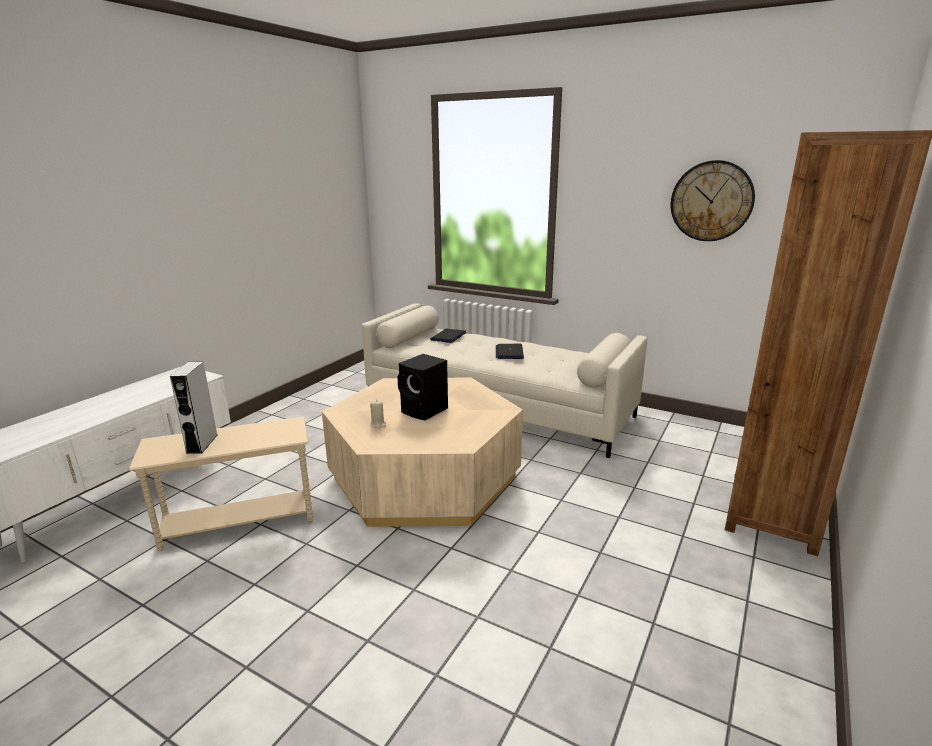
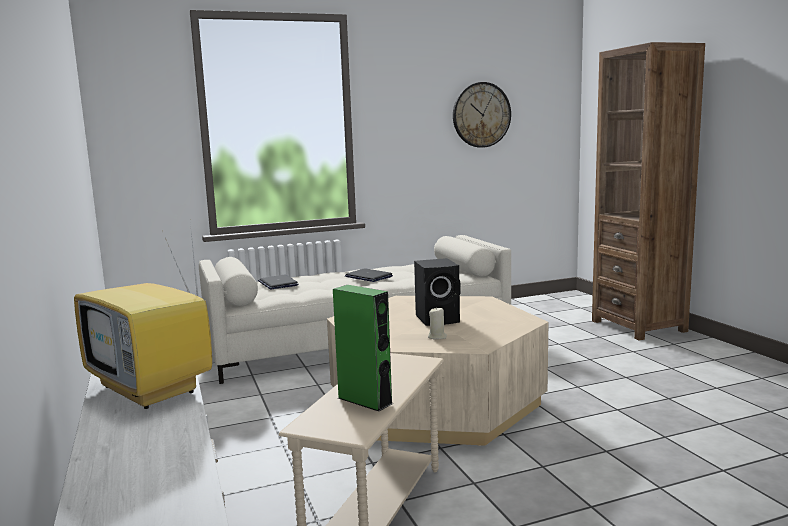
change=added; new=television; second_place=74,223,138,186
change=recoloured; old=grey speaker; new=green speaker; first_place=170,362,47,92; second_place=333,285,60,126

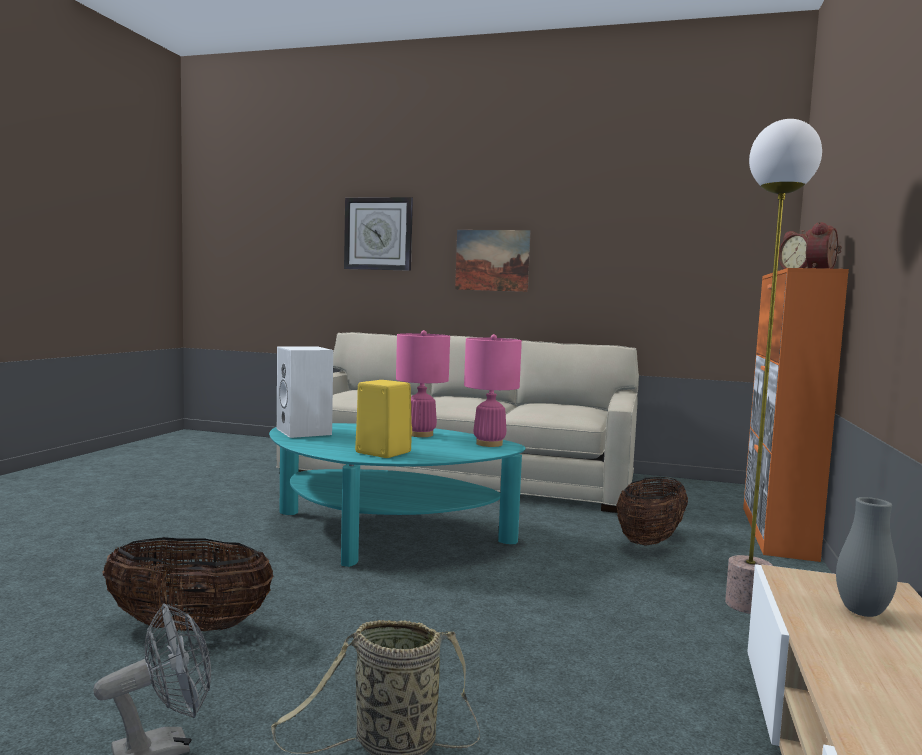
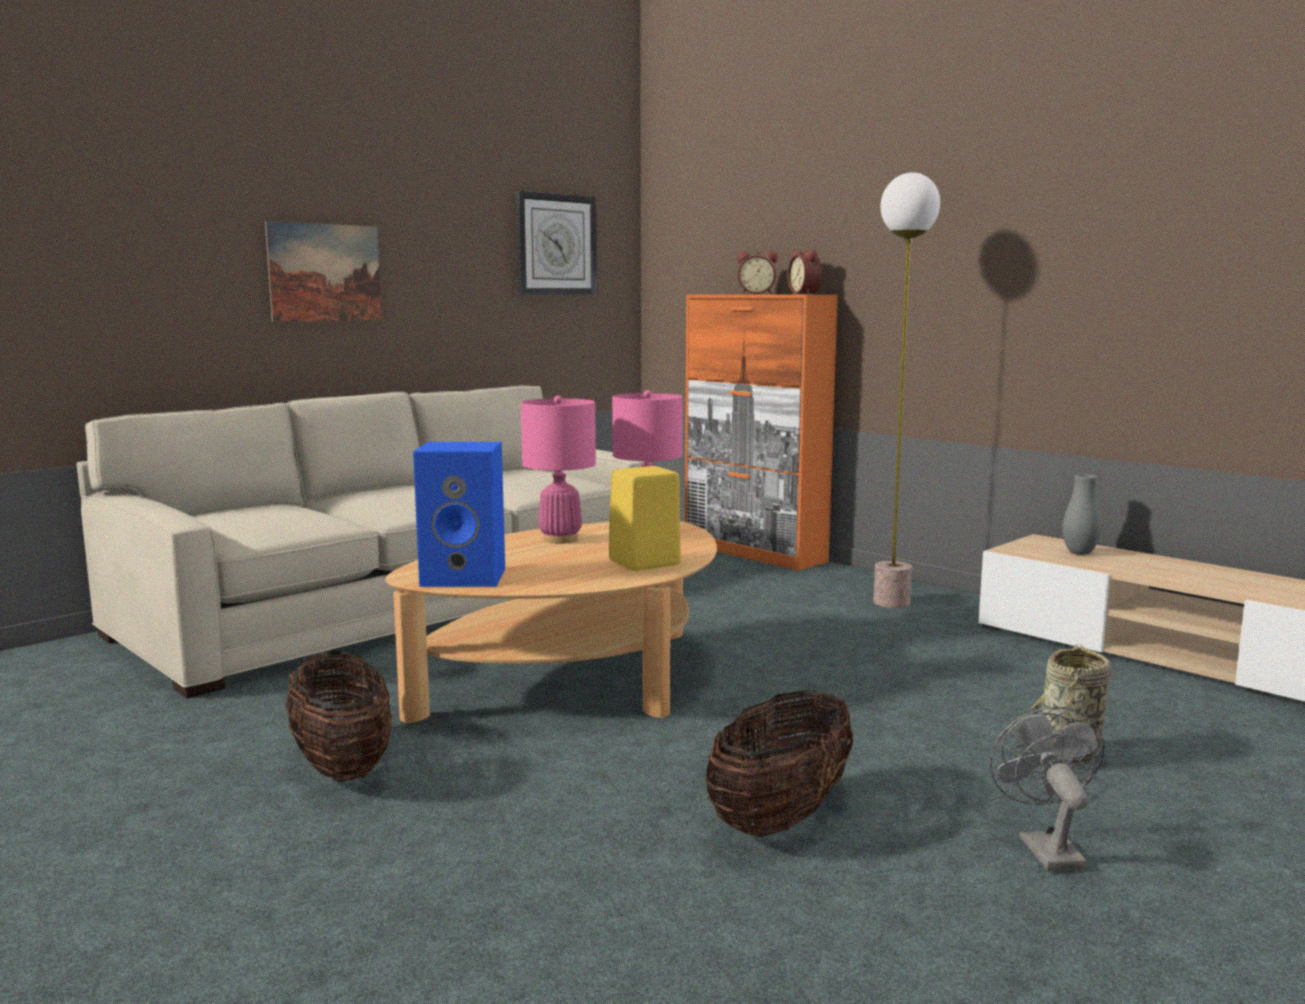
change=moved; old=wall clock; first_place=344,197,69,74; second_place=515,191,82,104
change=moved; old=basket; first_place=616,477,72,69; second_place=286,651,106,131
change=recoloured; old=turquoise coffee table; new=beige coffee table; first_place=269,423,257,144; second_place=385,521,332,202
change=recoloured; old=white speaker; new=blue speaker; first_place=277,347,56,91; second_place=413,442,92,145

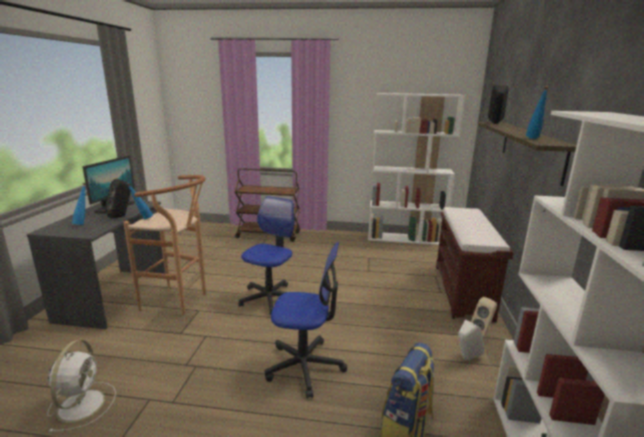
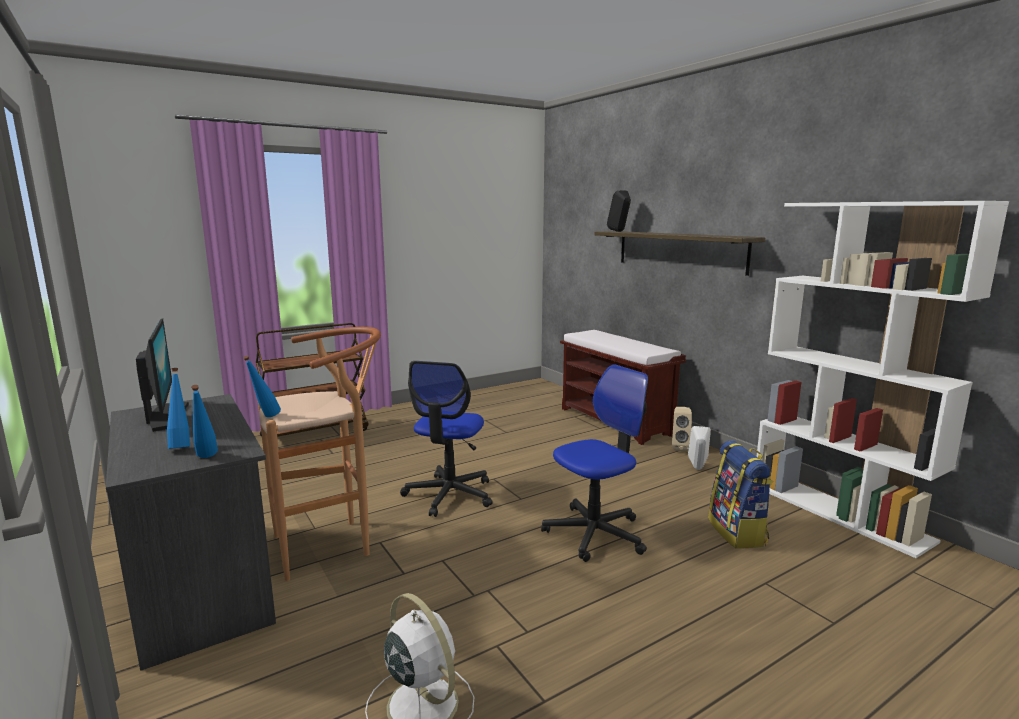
change=removed; old=black speaker; first_place=105,179,27,39
change=removed; old=white bookcase; first_place=368,93,97,152
change=moved; old=blue bottle; first_place=526,86,23,53; second_place=191,385,27,73
change=turned; old=office chair; first_place=238,196,57,119; second_place=400,361,92,156; degrees=-150

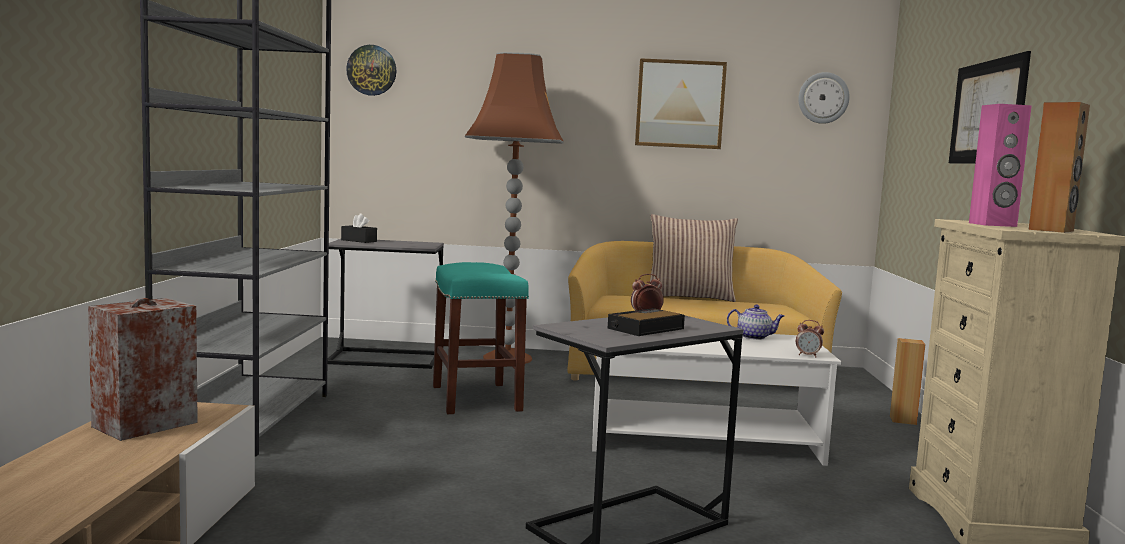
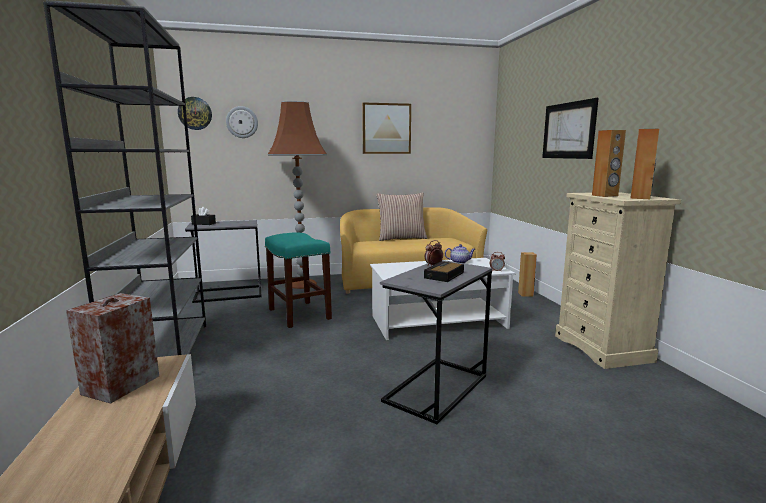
change=moved; old=wall clock; first_place=798,72,52,52; second_place=226,106,32,32
change=recoloured; old=pink speaker; new=brown speaker; first_place=969,104,63,123; second_place=592,130,34,67

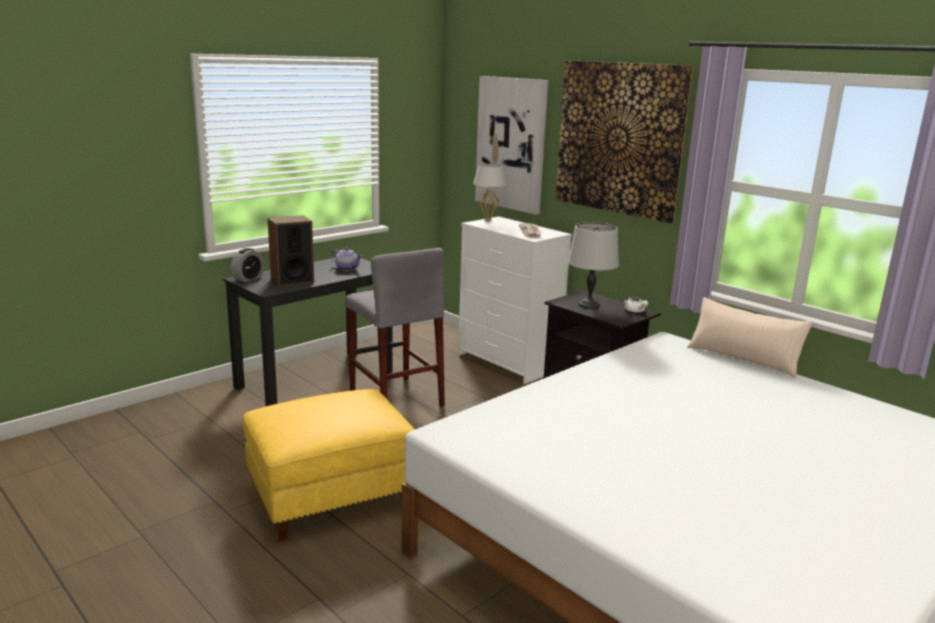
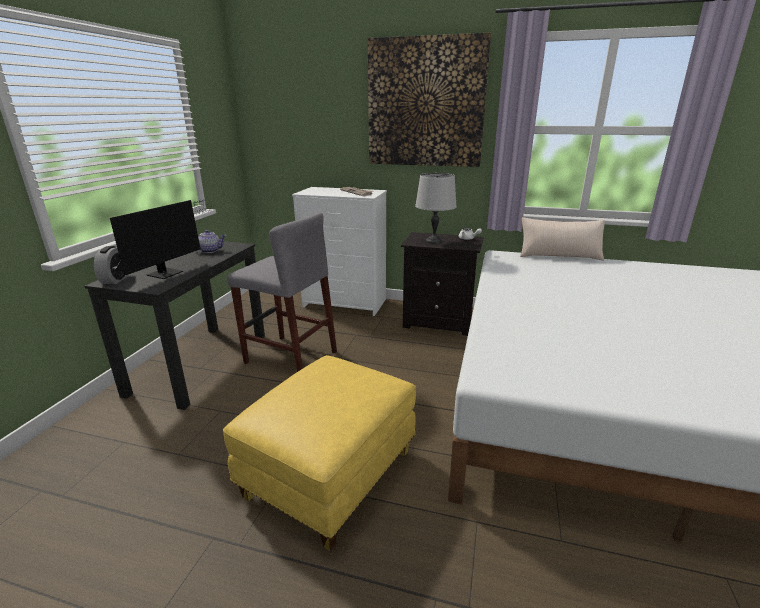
change=removed; old=white table lamp; first_place=473,164,33,58
change=removed; old=picture; first_place=475,76,73,139
change=replaced; old=speaker; new=monitor; first_place=268,215,46,72; second_place=110,200,102,79

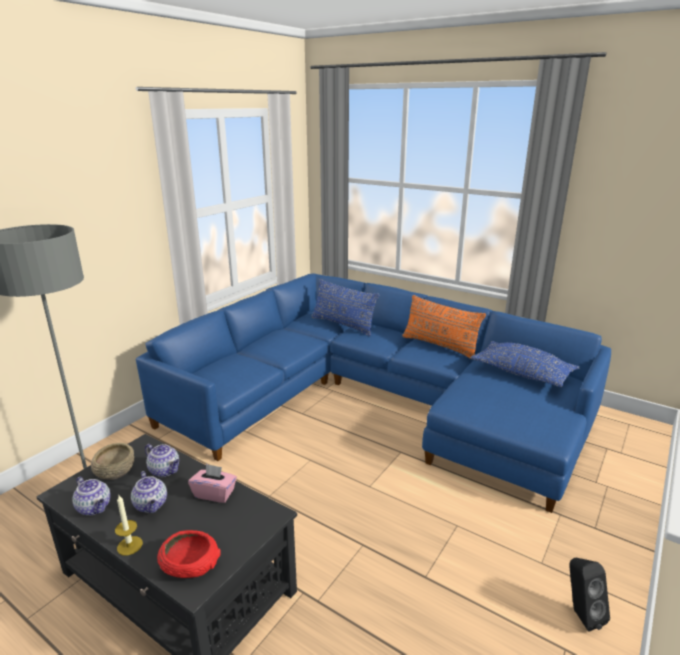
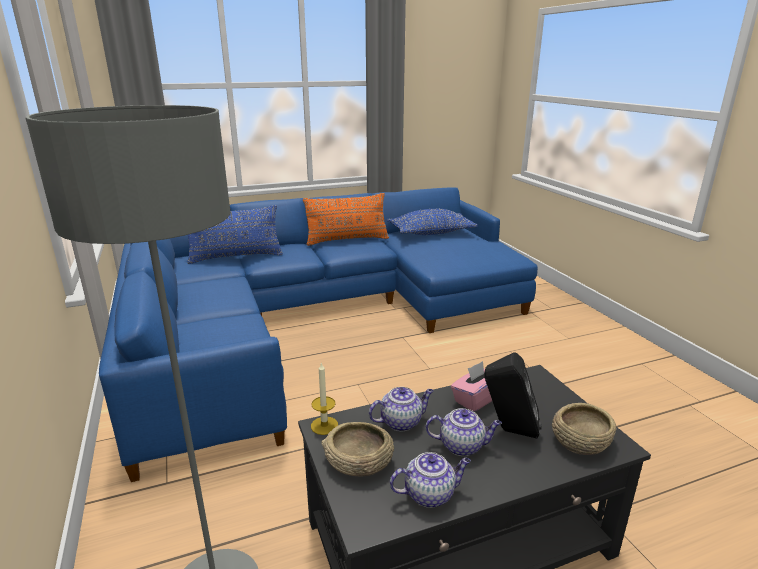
change=moved; old=candle; first_place=115,495,28,61; second_place=311,363,27,72
change=moved; old=black speaker; first_place=569,558,41,74; second_place=484,352,58,87
change=recoloured; old=red bowl; new=beige bowl; first_place=157,530,64,48; second_place=552,403,64,52

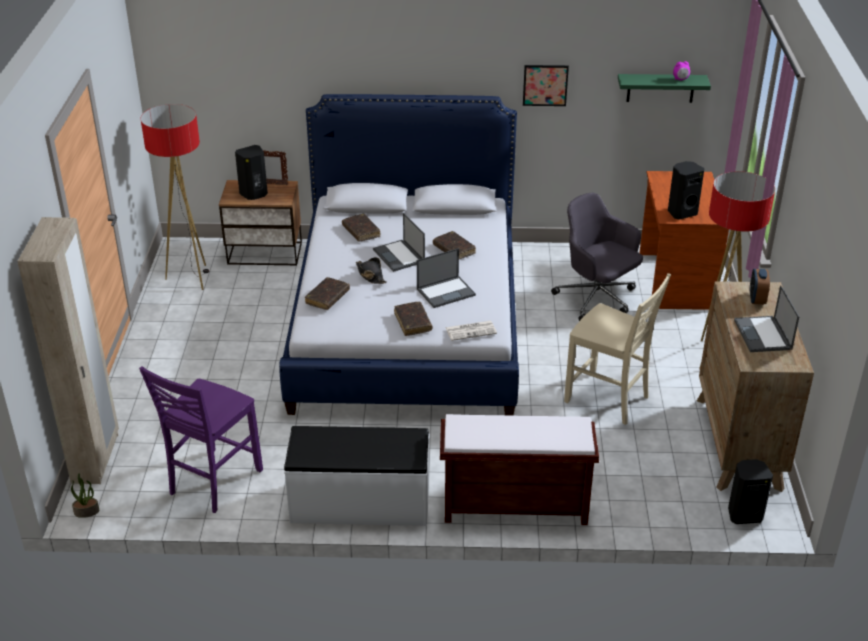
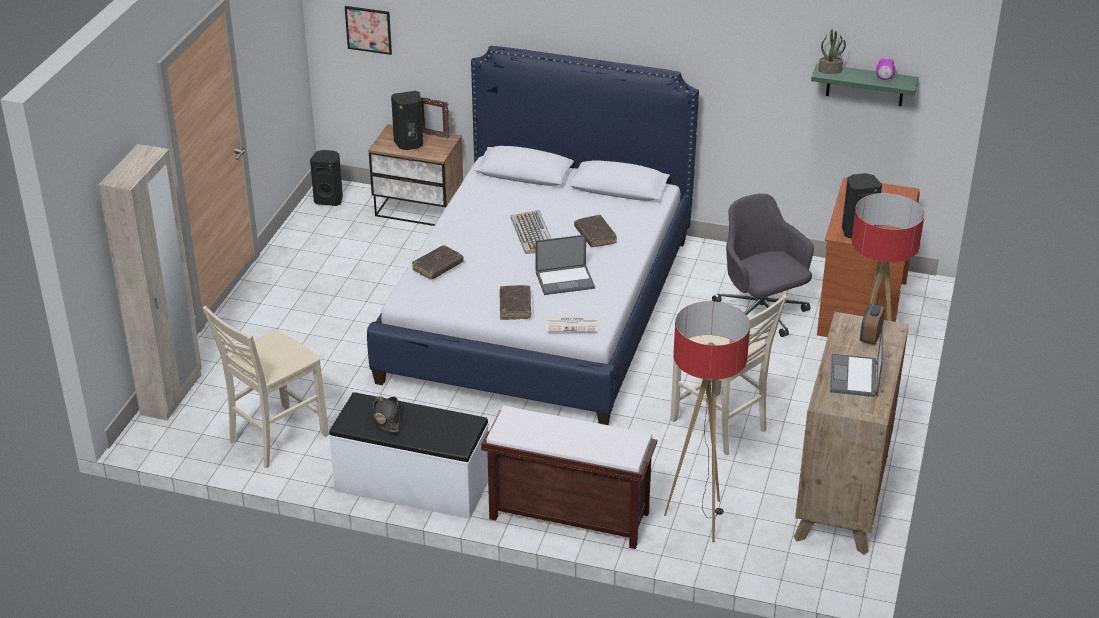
change=removed; old=brown book; first_place=342,213,39,28
change=moved; old=potted plant; first_place=71,473,28,45; second_place=818,29,28,45
change=moved; old=floor lamp; first_place=141,104,68,186; second_place=664,301,86,241
change=moved; old=black hat; first_place=356,257,31,27; second_place=373,396,26,36
change=moved; old=picture; first_place=523,65,46,41; second_place=345,6,47,49
change=moved; old=black speaker; first_place=728,459,45,65; second_place=310,150,33,56
change=replaced; old=laptop; new=keyboard; first_place=373,213,52,59; second_place=511,210,40,44
change=recoloured; old=purple chair; new=beige chair; first_place=139,366,124,147; second_place=203,306,126,162

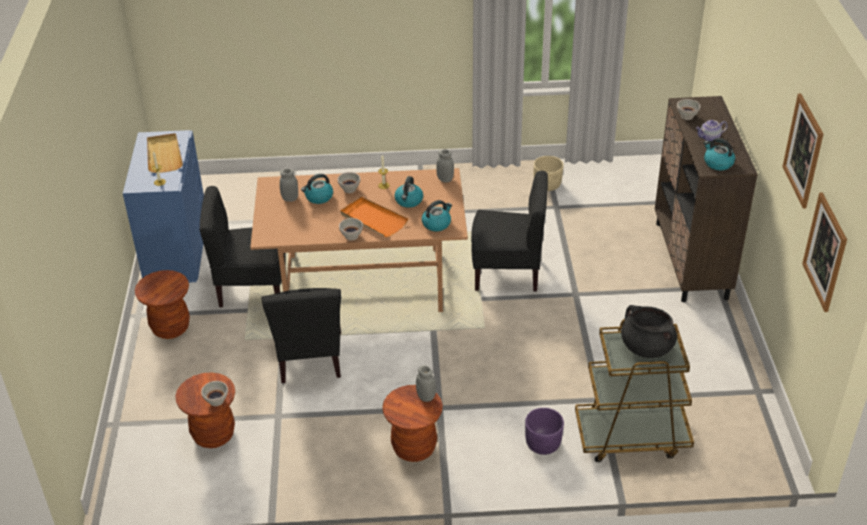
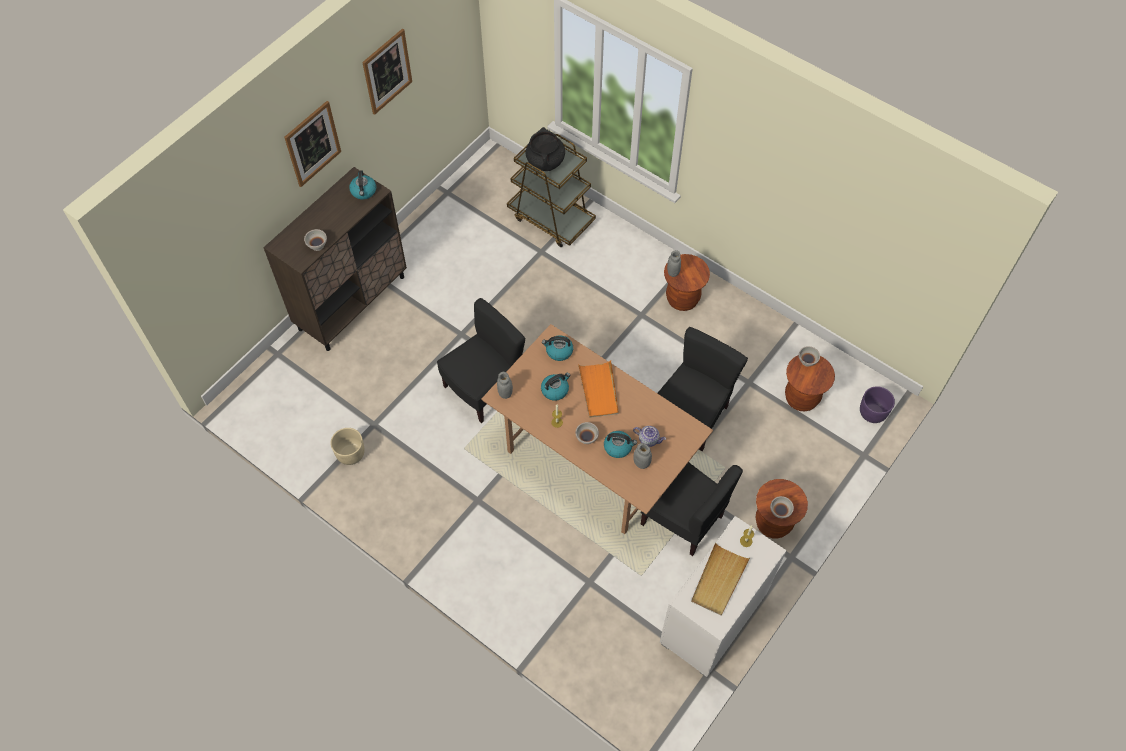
change=moved; old=white bowl; first_place=339,218,24,22; second_place=770,496,24,22
change=moved; old=purple planter; first_place=525,408,39,47; second_place=860,386,35,37
change=moved; old=teapot; first_place=696,120,32,21; second_place=633,426,33,21
change=moved; old=picture; first_place=802,192,45,120; second_place=284,101,57,86
change=recoloured; old=blue dresser; new=white dresser; first_place=123,130,81,152; second_place=660,516,127,162
change=turned; old=black chair; first_place=471,171,77,121; second_place=437,298,88,125; degrees=90

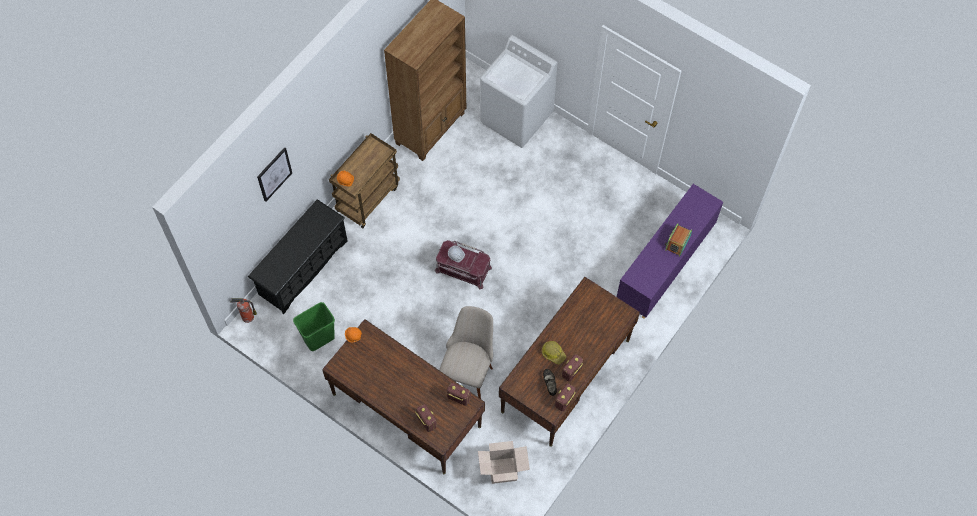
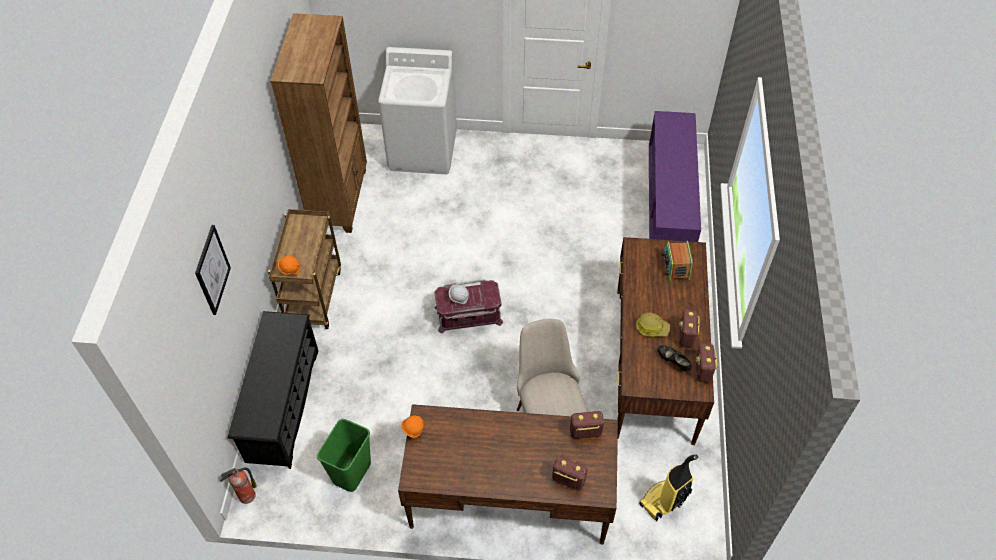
change=moved; old=radio; first_place=665,223,27,34; second_place=661,241,32,40
change=replaced; old=cardboard box; new=vacuum cleaner; first_place=478,441,52,43; second_place=639,455,59,66

